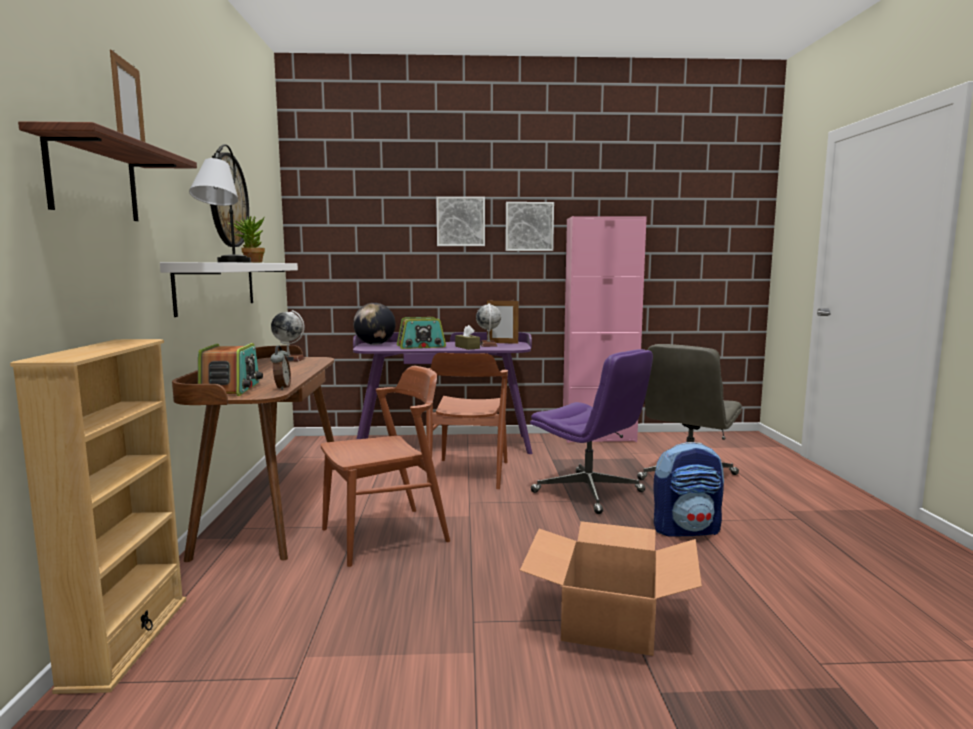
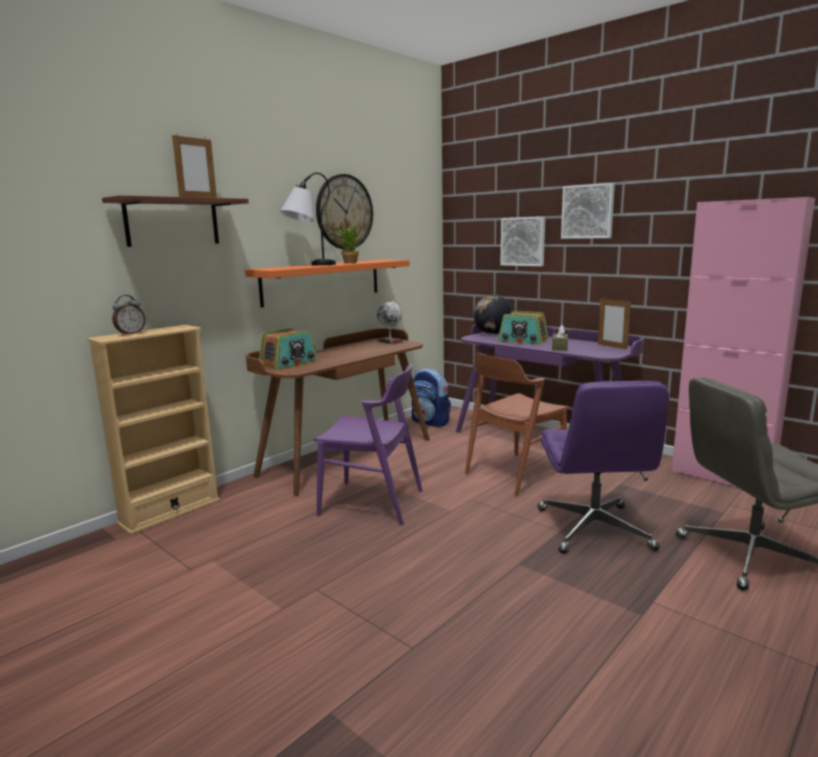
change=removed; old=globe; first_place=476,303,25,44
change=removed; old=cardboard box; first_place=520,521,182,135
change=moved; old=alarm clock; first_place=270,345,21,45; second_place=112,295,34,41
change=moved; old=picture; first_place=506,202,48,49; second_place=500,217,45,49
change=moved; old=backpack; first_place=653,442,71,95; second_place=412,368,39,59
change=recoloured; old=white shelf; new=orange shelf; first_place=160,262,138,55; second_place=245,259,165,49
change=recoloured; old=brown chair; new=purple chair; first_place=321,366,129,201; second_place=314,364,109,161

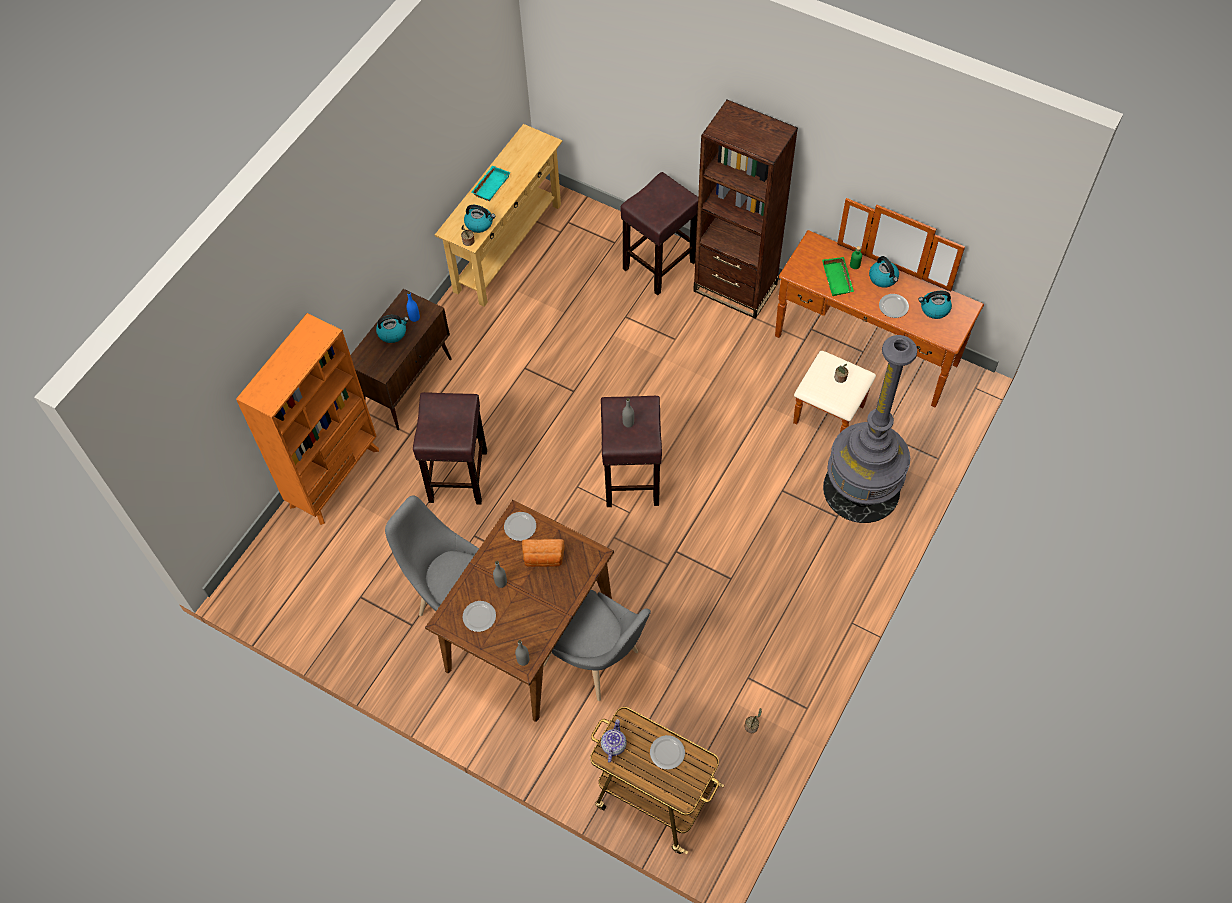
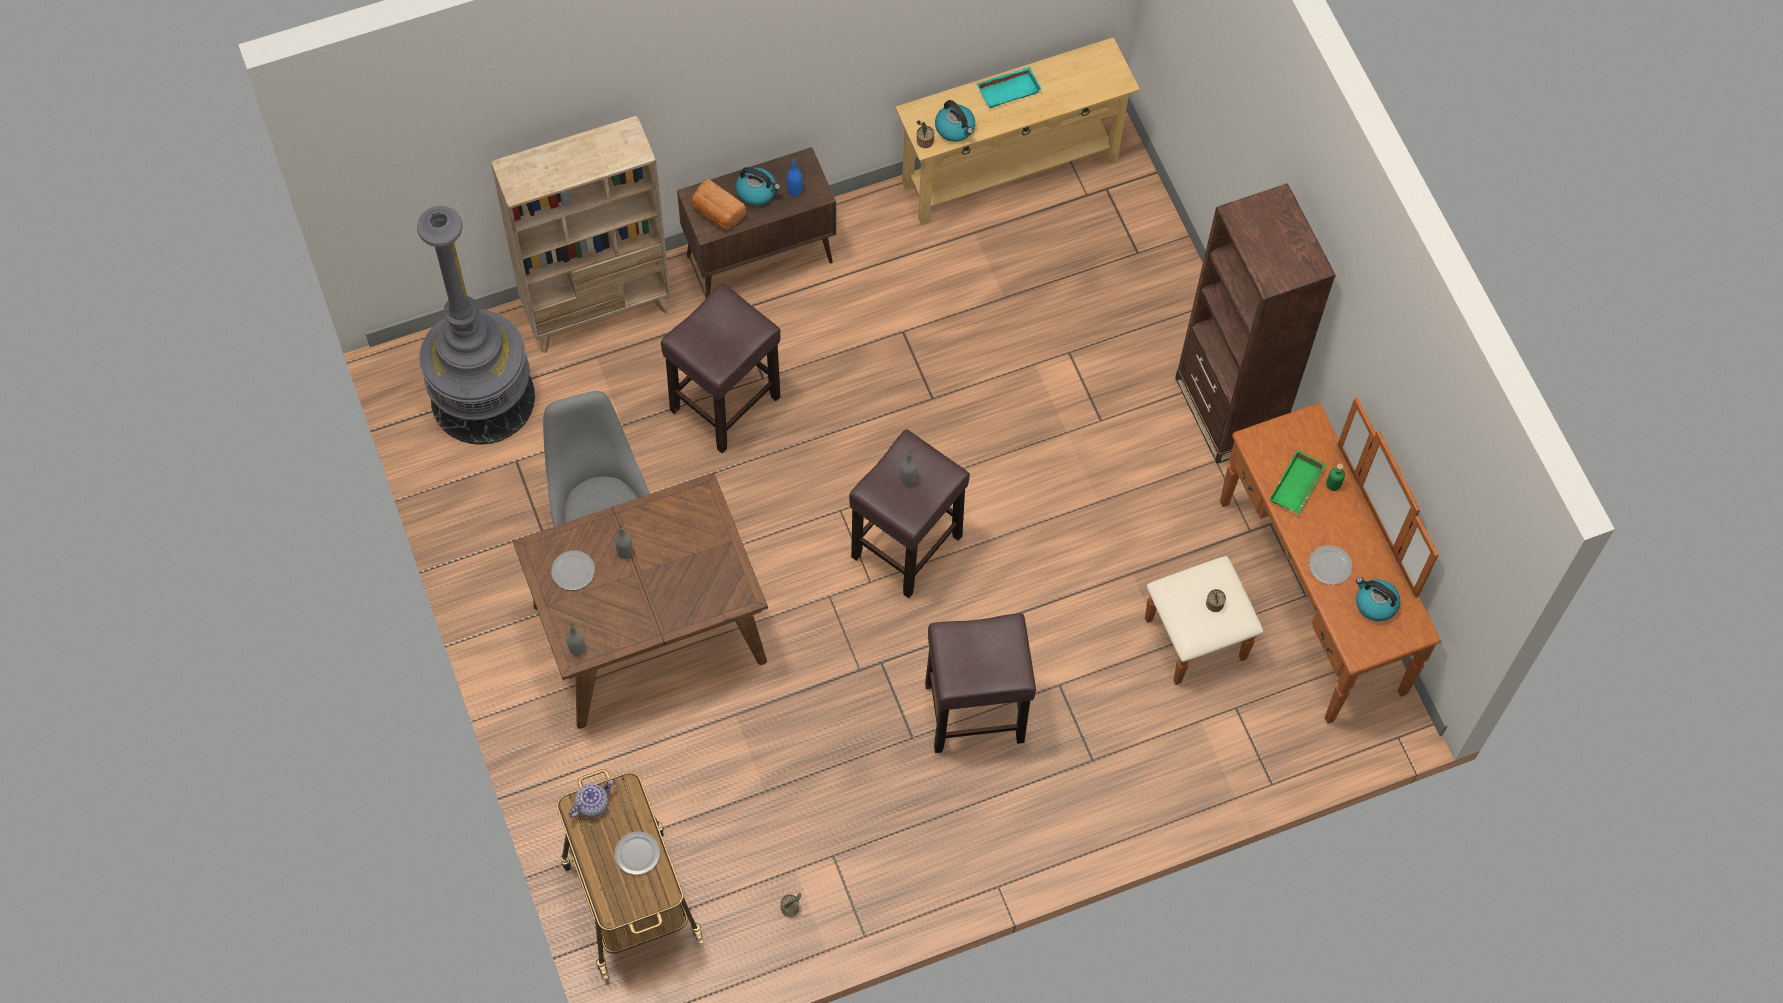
change=removed; old=plate; first_place=504,512,32,29
change=removed; old=grey chair; first_place=543,590,108,111
change=removed; old=kettle; first_place=869,256,30,32
change=moved; old=bread; first_place=522,539,43,28; second_place=692,178,54,52
change=moved; old=brown stool; first_place=620,172,78,123; second_place=925,613,111,140
change=moved; old=grey floor lamp; first_place=823,335,94,188; second_place=417,206,118,239
change=recoloured; old=orange bookcase; new=beige bookcase; first_place=236,313,143,212; second_place=491,115,180,238

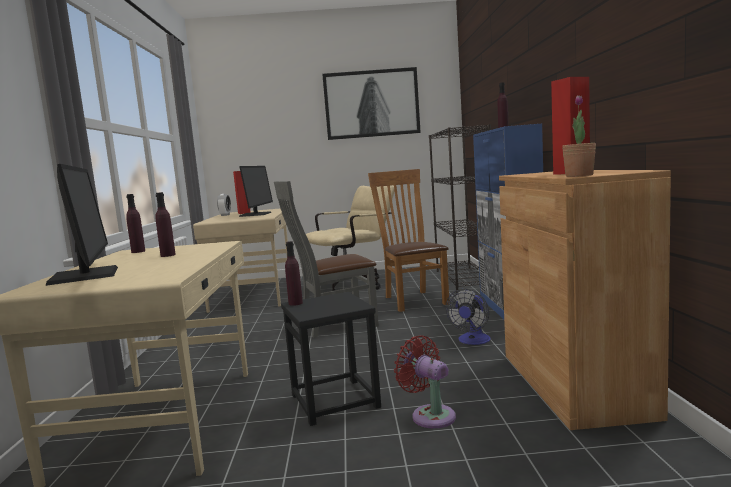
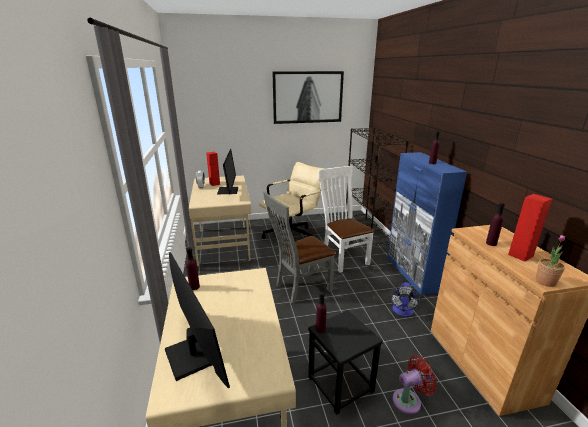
change=moved; old=purple bottle; first_place=155,192,21,65; second_place=486,203,19,43
change=recoloured; old=brown chair; new=white chair; first_place=368,169,82,143; second_place=318,166,57,107
change=turned; old=red fan; first_place=394,336,62,93; second_place=392,355,45,59; degrees=120

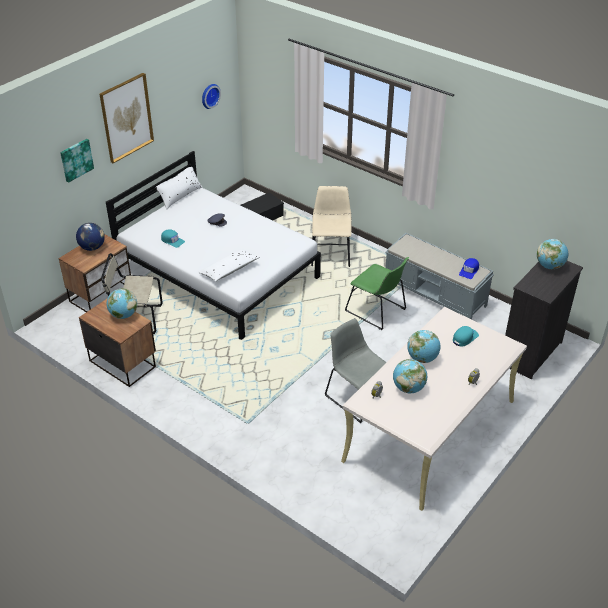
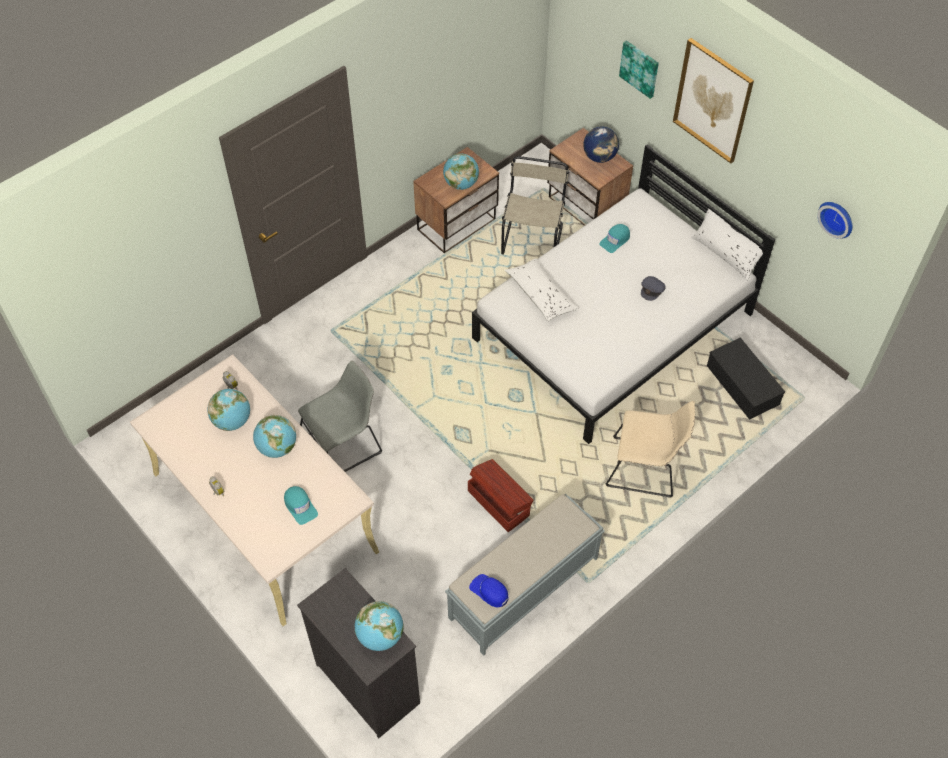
change=replaced; old=green chair; new=brown storage box; first_place=345,257,64,73; second_place=468,459,66,73

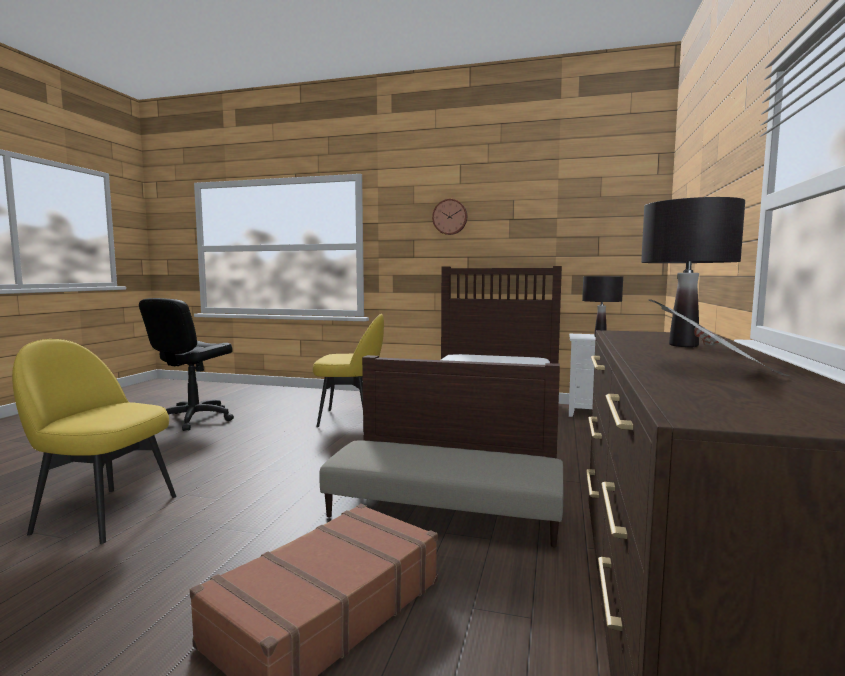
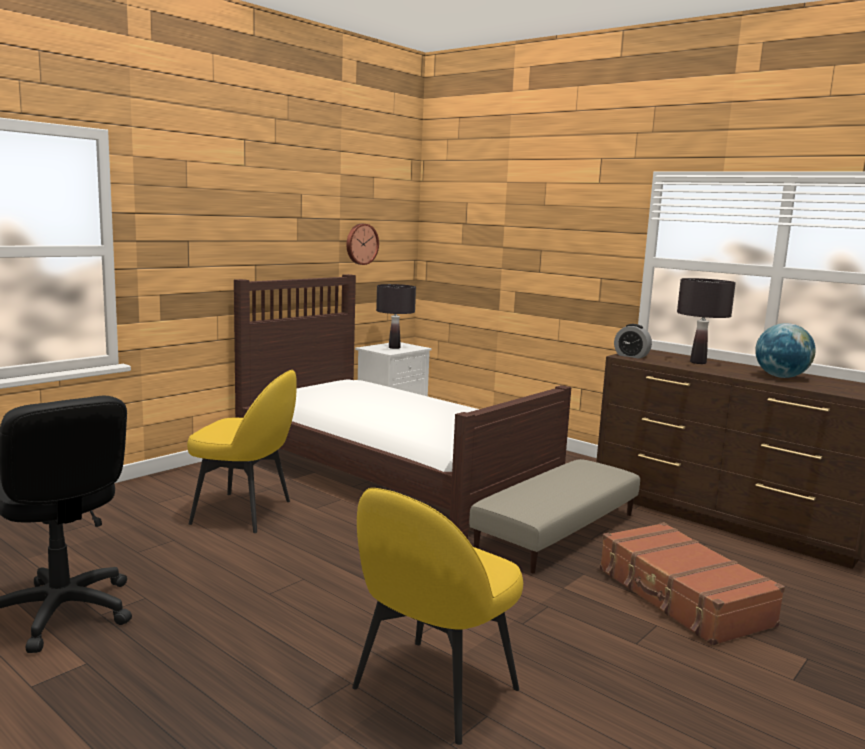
change=added; new=alarm clock; second_place=614,324,38,35
change=moved; old=wall clock; first_place=432,199,35,36; second_place=346,224,33,41
change=replaced; old=newspaper; new=globe; first_place=648,299,142,77; second_place=755,323,61,55
change=turned; old=yellow chair; first_place=313,314,71,113; second_place=187,370,110,163; degrees=75

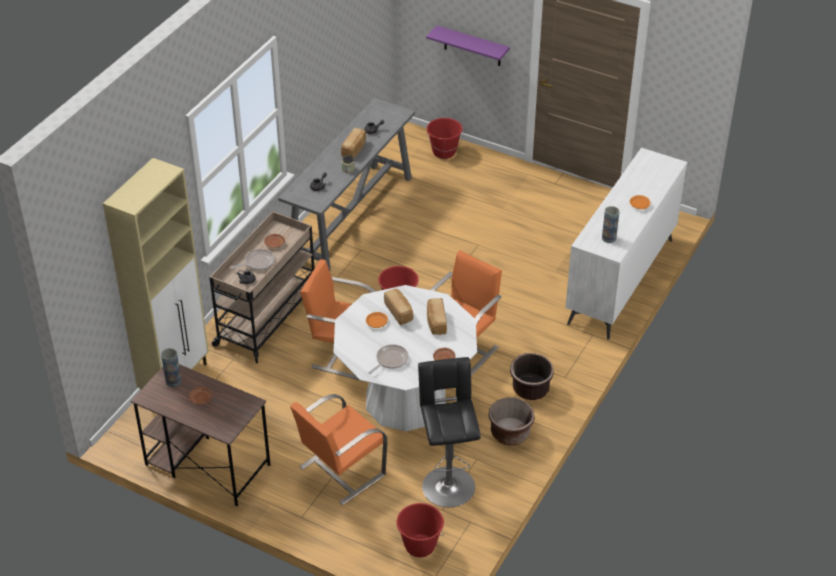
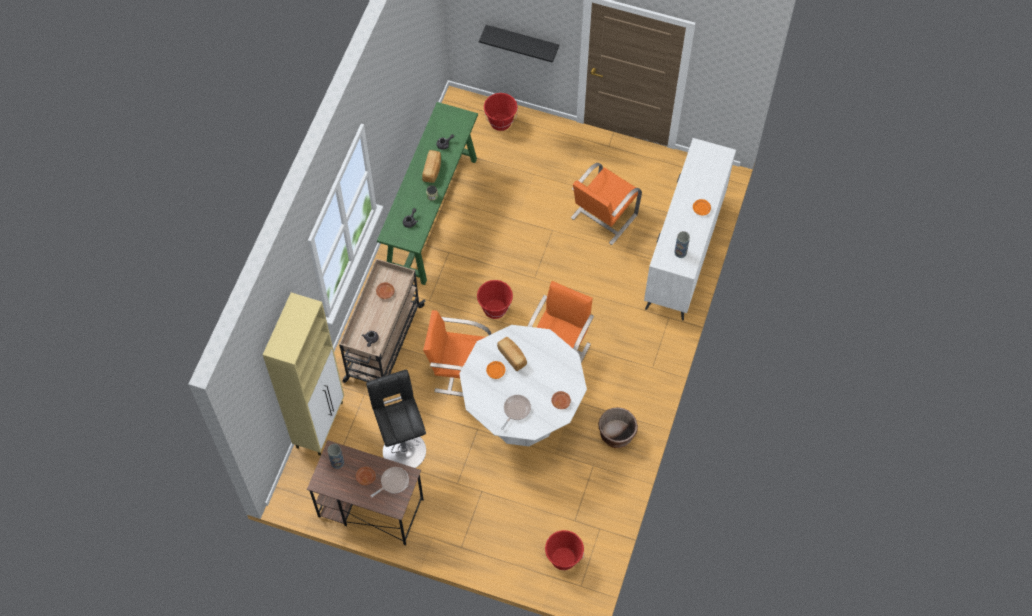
change=removed; old=bread; first_place=427,298,20,37
change=removed; old=brown planter; first_place=510,353,44,47
change=moved; old=frying pan; first_place=230,249,45,21; second_place=370,467,39,30
change=moved; old=orange chair; first_place=290,394,97,111; second_place=571,163,71,82
change=moved; old=black stool; first_place=418,357,63,150; second_place=366,369,60,99
change=recoloured; old=grey console table; new=green console table; first_place=278,98,137,173; second_place=377,102,101,183
change=recoloured; old=purple shelf; new=black shelf; first_place=426,26,84,40; second_place=479,25,80,38

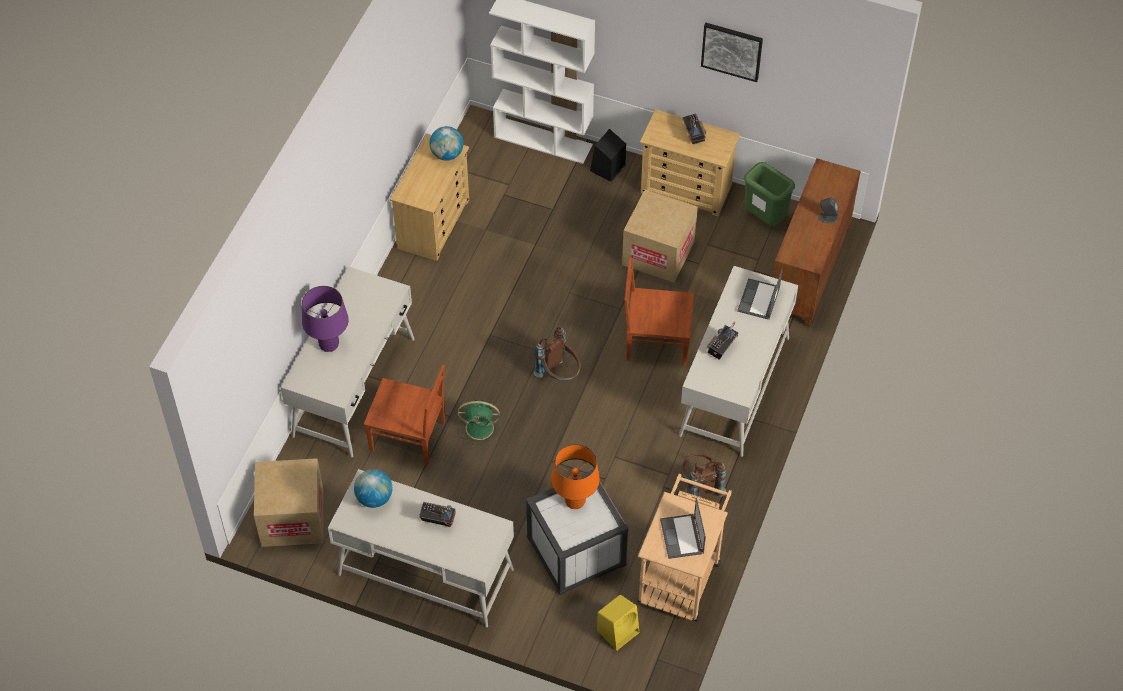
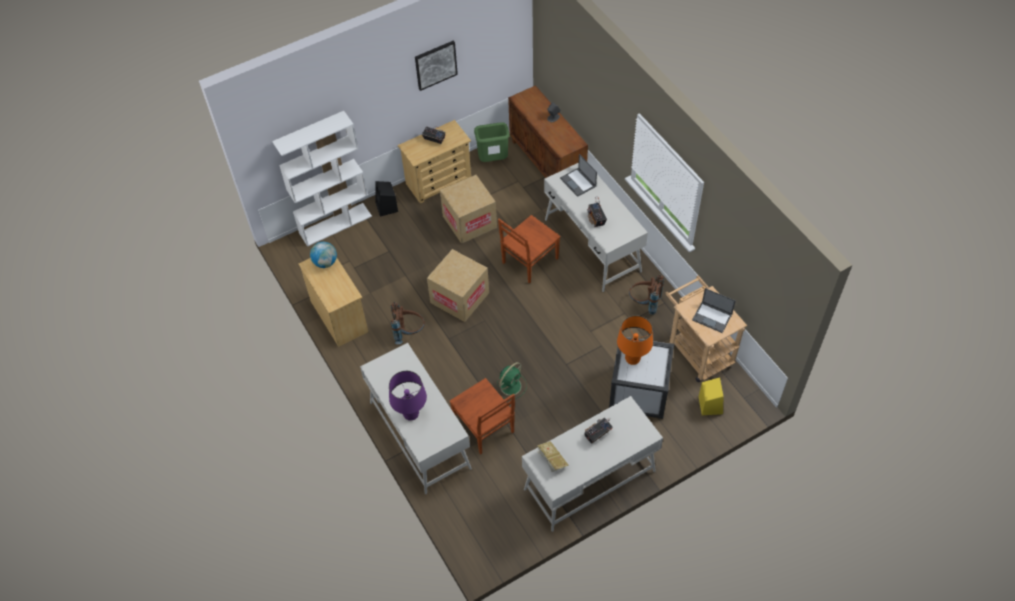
change=moved; old=cardboard box; first_place=254,458,69,89; second_place=427,249,62,73
change=moved; old=brown backpack; first_place=533,327,48,54; second_place=391,302,34,42
change=replaced; old=globe; new=book; first_place=354,469,38,39; second_place=537,441,32,31
change=turned; old=brown chair; first_place=364,365,81,101; second_place=449,378,66,76; degrees=90

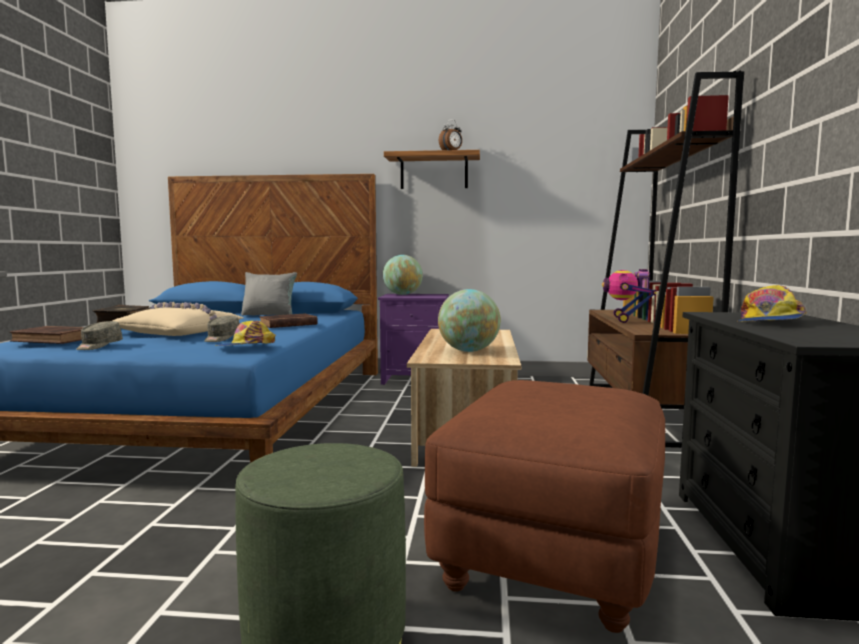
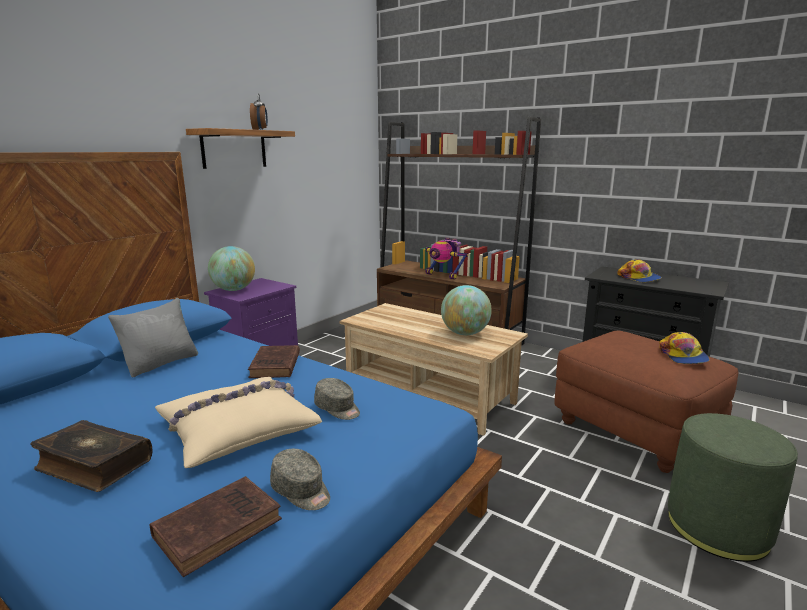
change=moved; old=cap; first_place=215,321,61,25; second_place=659,332,51,32

